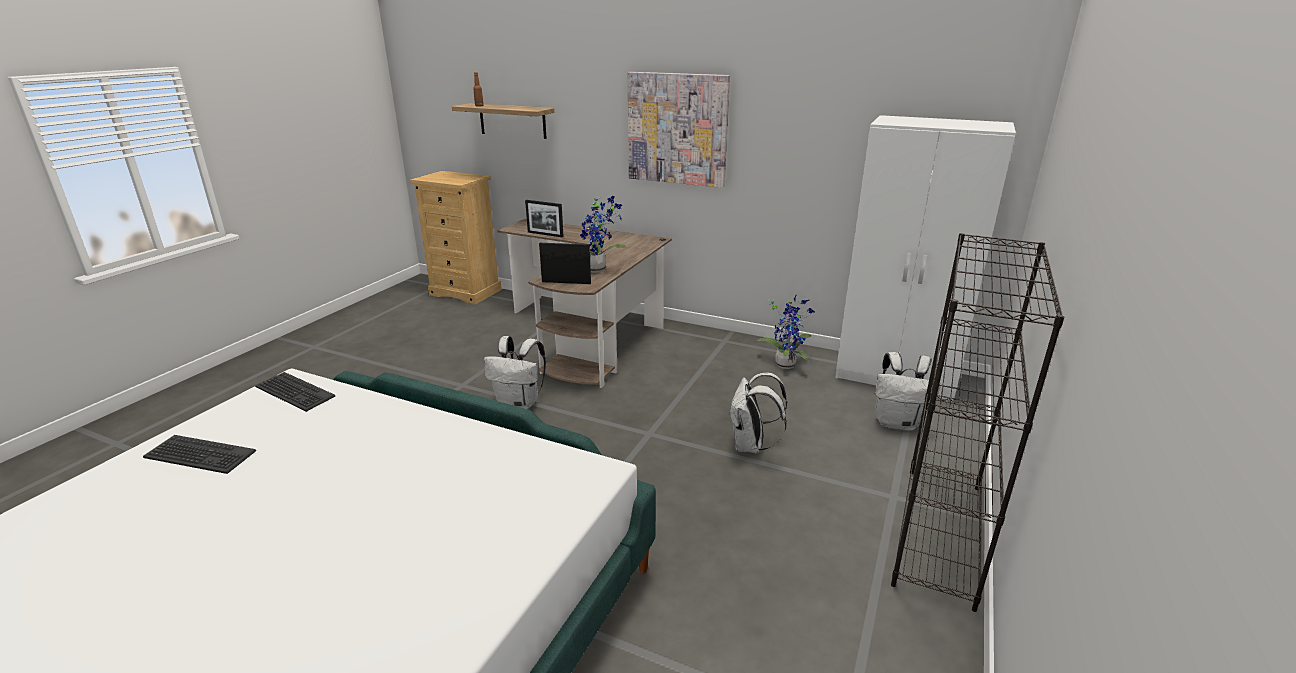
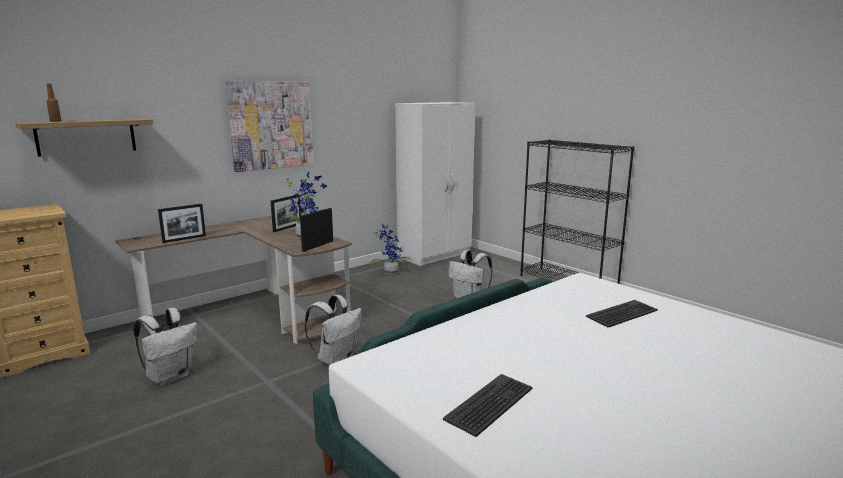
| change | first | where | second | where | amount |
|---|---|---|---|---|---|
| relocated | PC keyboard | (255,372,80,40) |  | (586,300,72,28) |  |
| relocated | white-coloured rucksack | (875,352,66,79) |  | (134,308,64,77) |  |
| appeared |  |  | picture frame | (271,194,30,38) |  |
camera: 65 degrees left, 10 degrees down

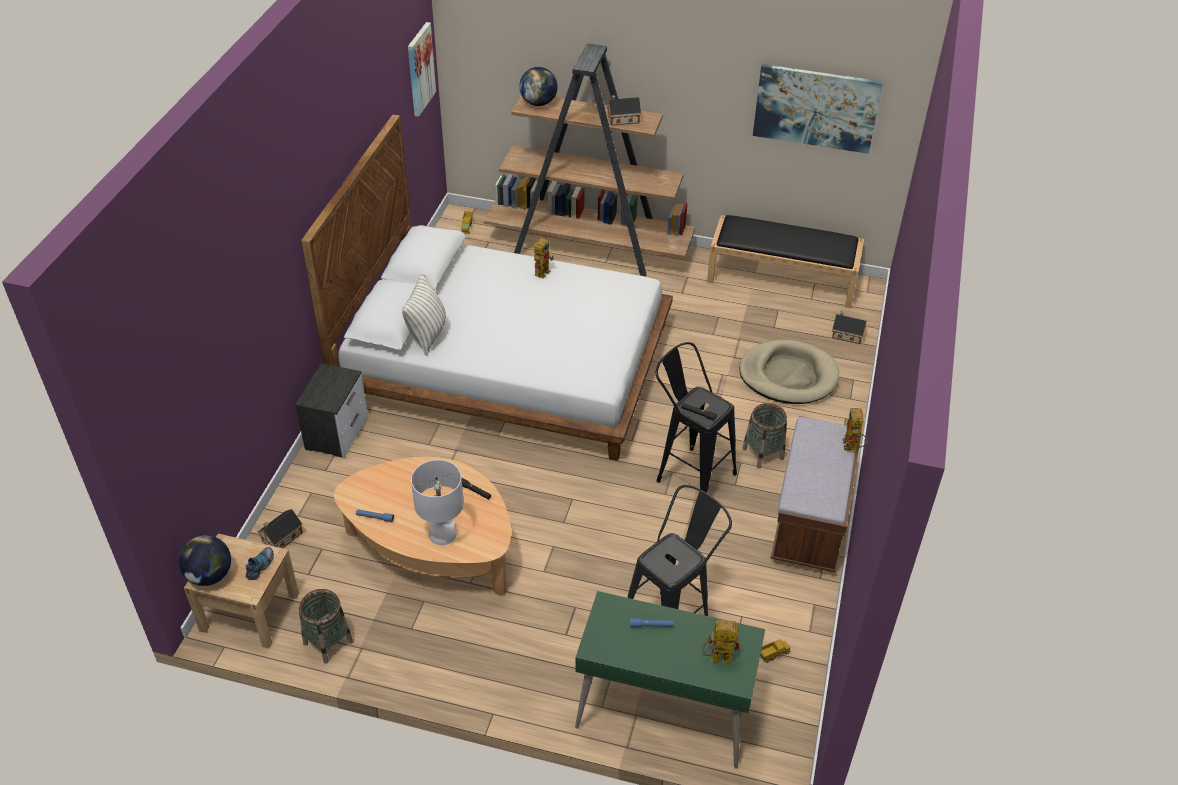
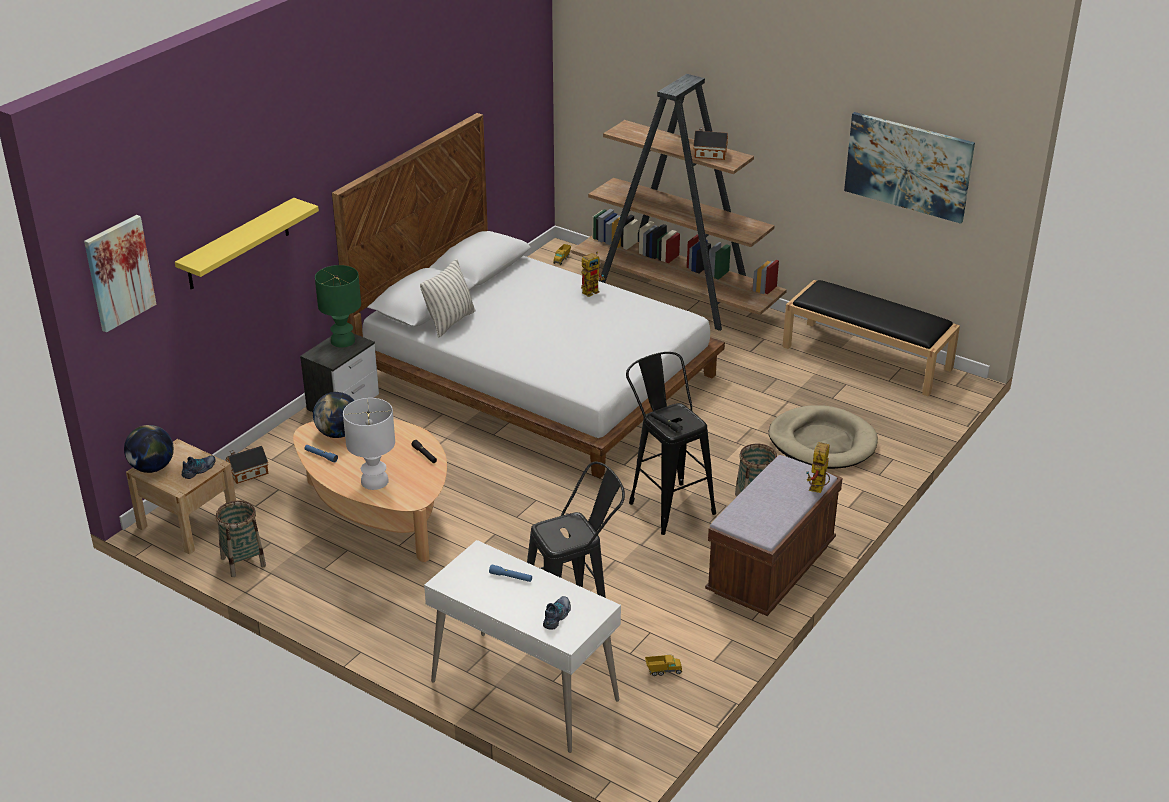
| change | first | where | second | where | amount |
|---|---|---|---|---|---|
| relocated | wall picture | (408,22,28,95) |  | (84,215,73,117) |  |
| relocated | world globe | (519,67,39,39) |  | (313,392,42,46) |  |
| colour | green-coloured desk | (575,591,190,177) | white-coloured desk | (424,540,197,213) |  |
| exchanged | toy robot | (702,620,38,44) | low shoe | (543,596,28,34) |  |
| missing | toy house | (832,311,35,33) |  |  |  |
| appeared |  |  | yellow bracket shelf | (175,198,144,92) |  |
| appeared |  |  | green-coloured table lamp | (315,265,46,82) |  |
camera: 20 degrees right, 10 degrees down

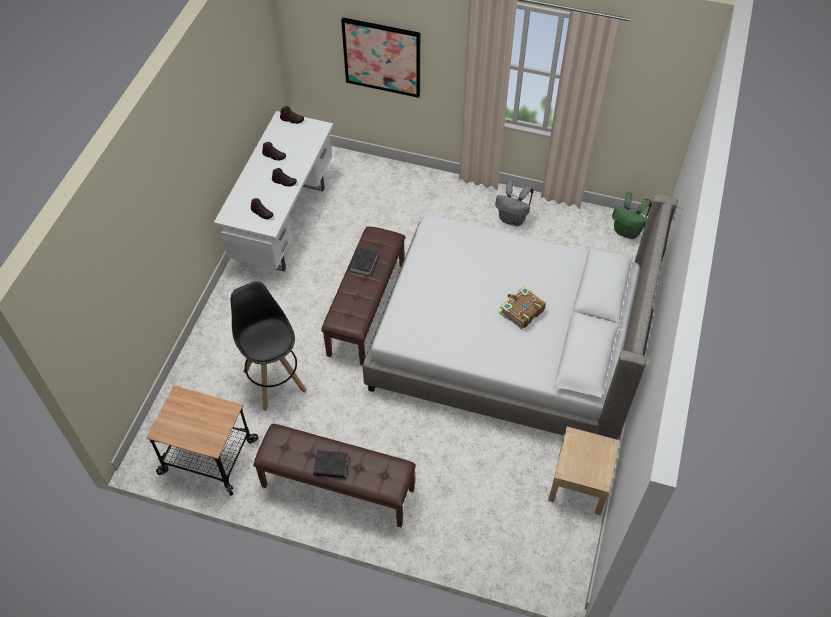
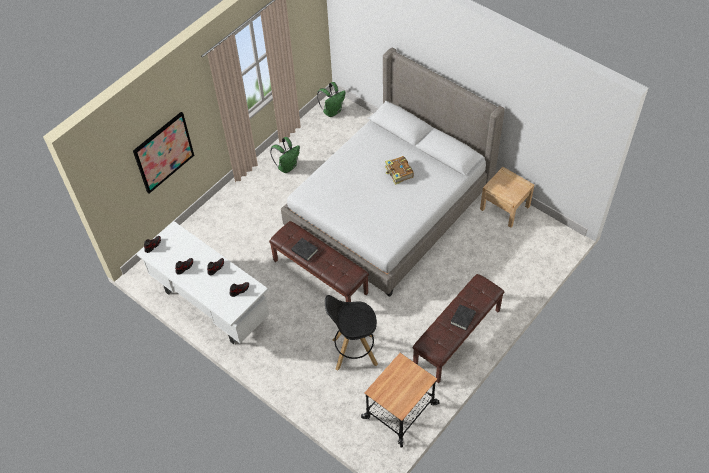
| change | first | where | second | where | amount |
|---|---|---|---|---|---|
| colour | gray rucksack | (495,180,39,46) | green-coloured rucksack | (270,137,30,36) |  |
camera: 65 degrees left, 0 degrees up

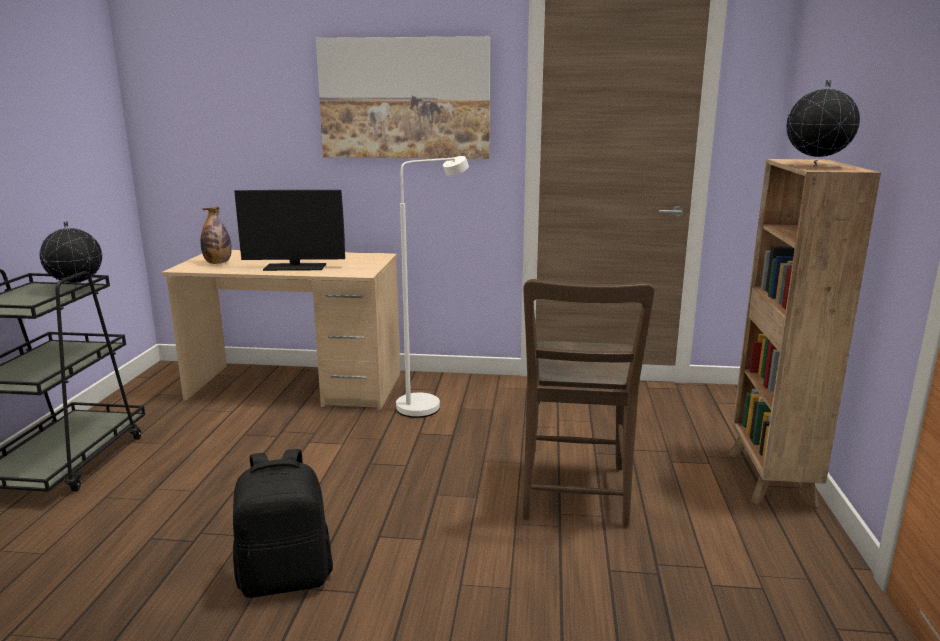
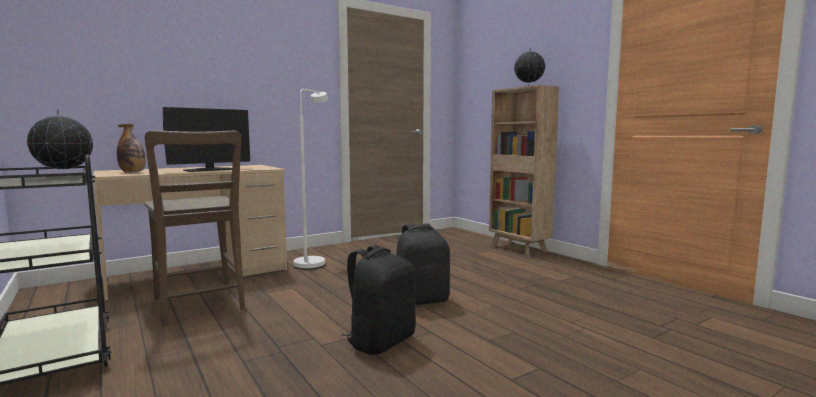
| change | first | where | second | where | amount |
|---|---|---|---|---|---|
| missing | wall picture | (316,36,175,123) |  |  |  |
| relocated | brown-coloured chair | (522,279,132,248) |  | (144,130,101,195) |  |
| appeared |  |  | black rucksack | (396,223,54,82) |  |
camera: 40 degrees left, 10 degrees down

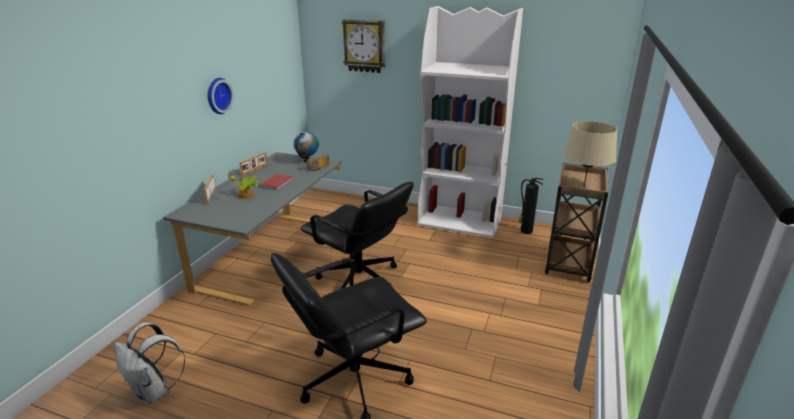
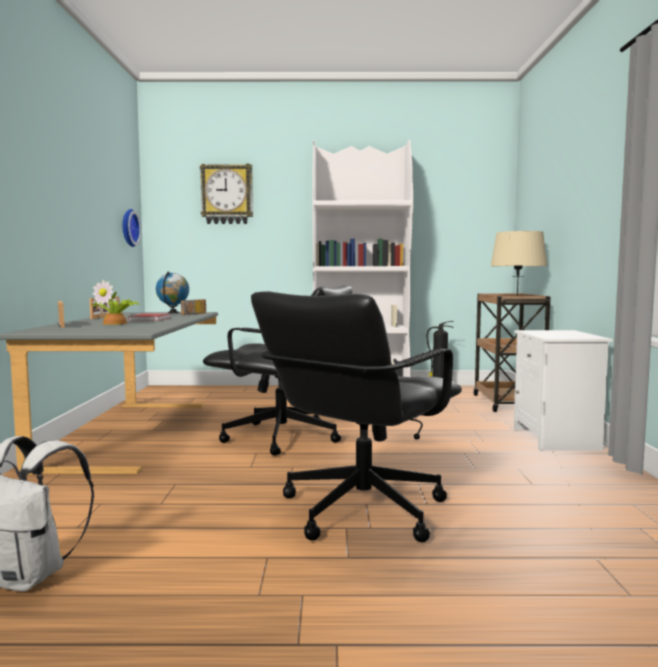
| change | first | where | second | where | amount |
|---|---|---|---|---|---|
| relocated | hanging clock | (207,78,27,36) |  | (123,209,18,38) |  |
| appeared |  |  | white-coloured bedside table | (514,330,99,121) |  |
camera: 20 degrees left, 20 degrees down

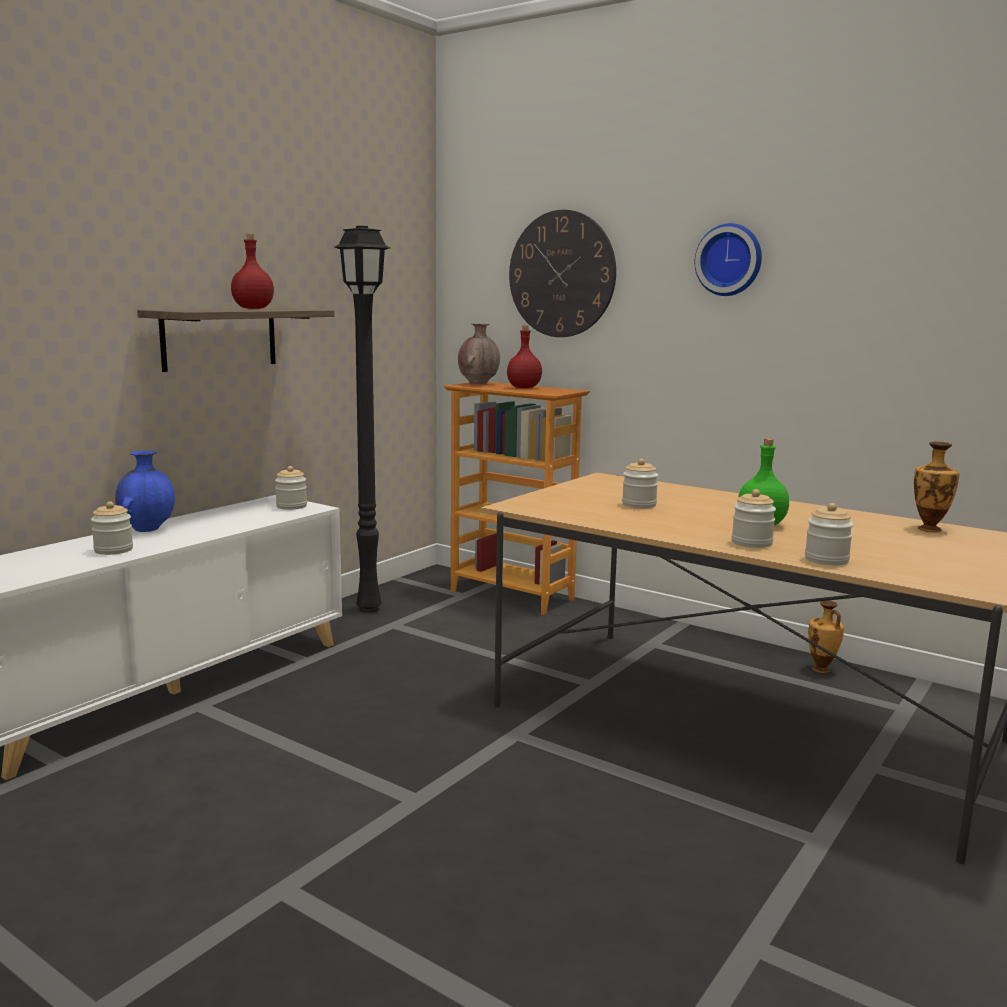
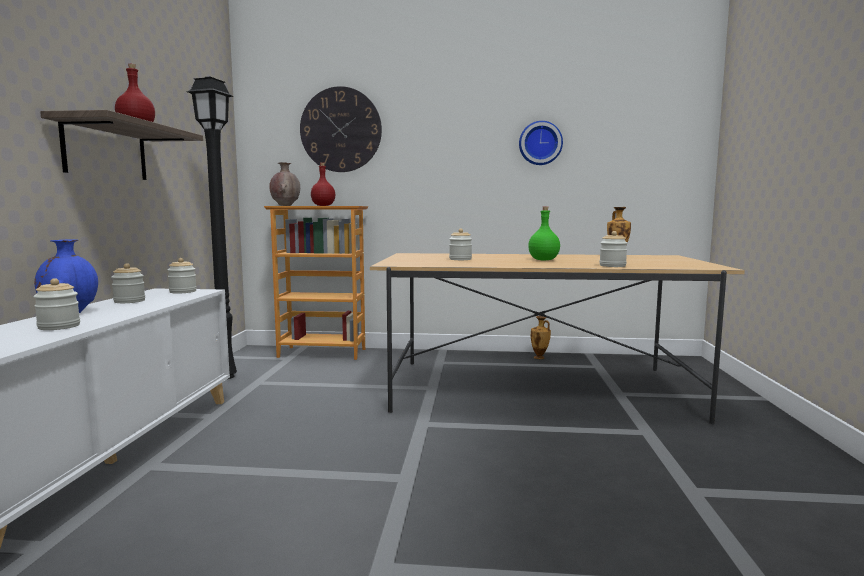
| change | first | where | second | where | amount |
|---|---|---|---|---|---|
| relocated | hanging clock | (695,223,67,73) |  | (519,121,44,44) |  |
| relocated | jar | (732,489,44,59) |  | (111,263,34,40) |  |
camera: 30 degrees left, 5 degrees down

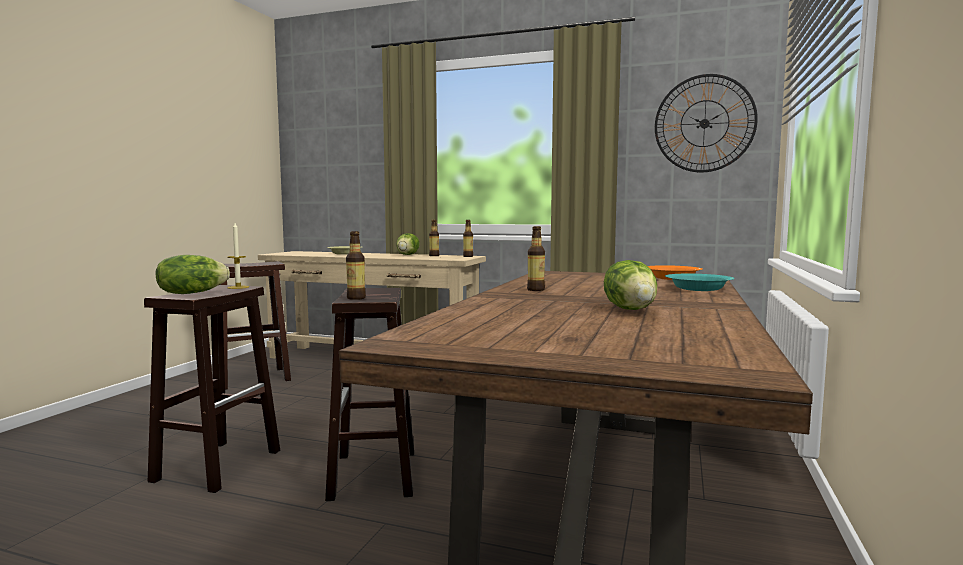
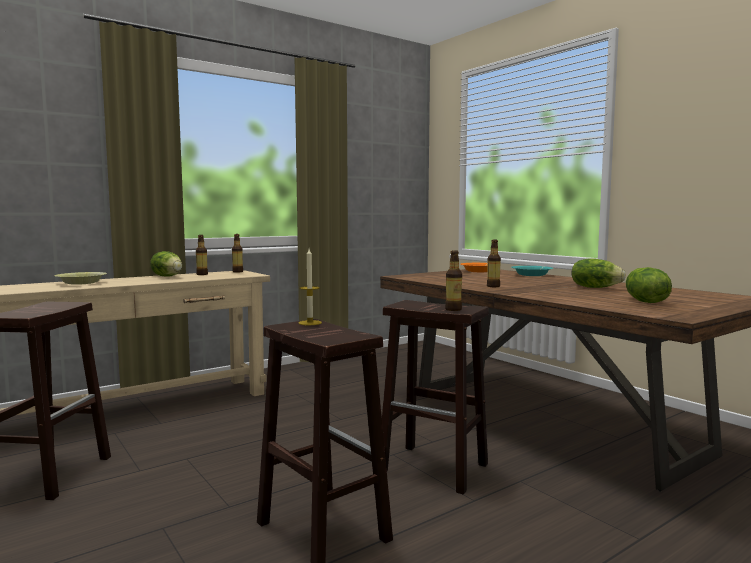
| change | first | where | second | where | amount |
|---|---|---|---|---|---|
| relocated | lettuce head | (156,255,74,39) |  | (626,267,46,36) |  |
| missing | hanging clock | (655,74,103,99) |  |  |  |
camera: 55 degrees left, 0 degrees up

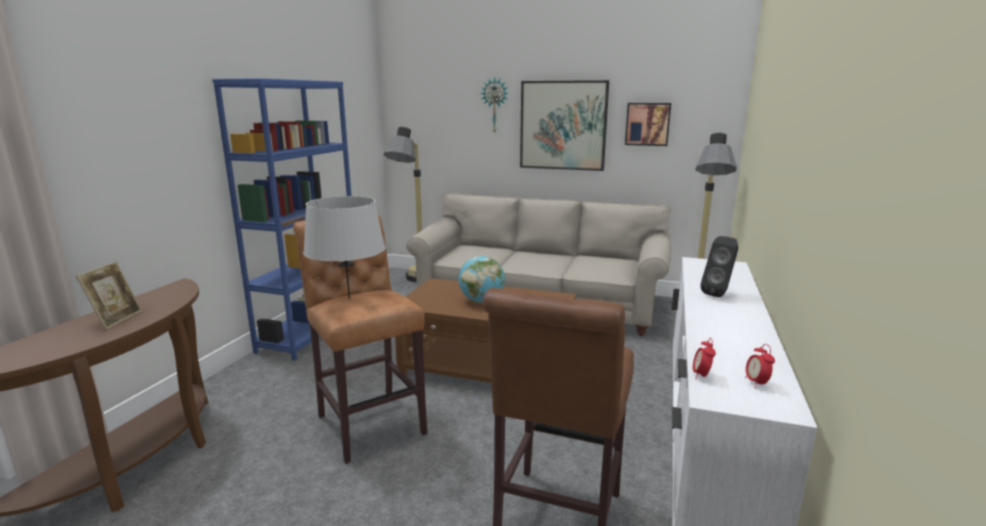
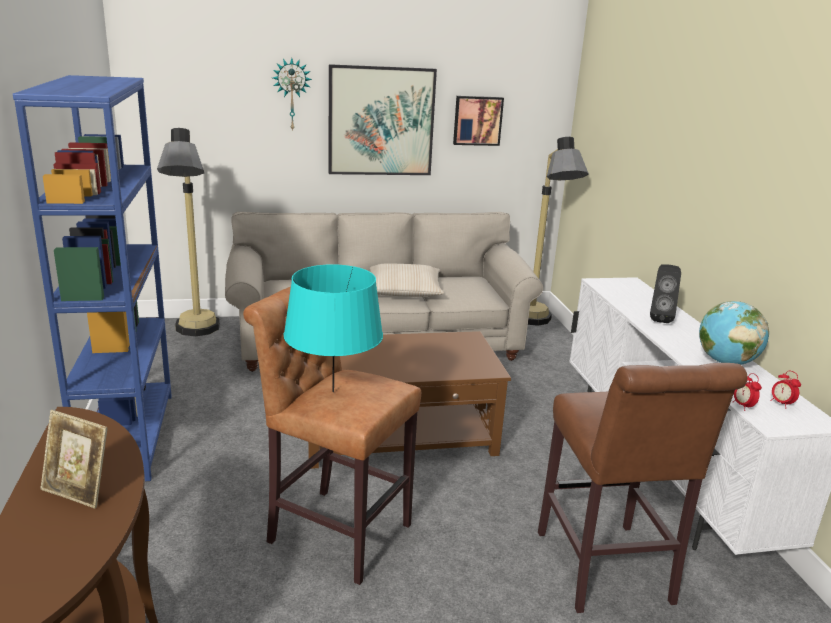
| change | first | where | second | where | amount |
|---|---|---|---|---|---|
| spun | picture frame | (76,261,66,69) |  | (40,410,68,98) | 135 degrees clockwise |
| colour | gray table lamp | (303,196,83,103) | blue-green table lamp | (283,264,100,128) |  |
| relocated | world globe | (459,256,46,47) |  | (699,301,70,64) |  |
| appeared |  |  | beige-coloured throw pillow | (370,263,74,34) |  |
camera: 30 degrees left, 5 degrees up

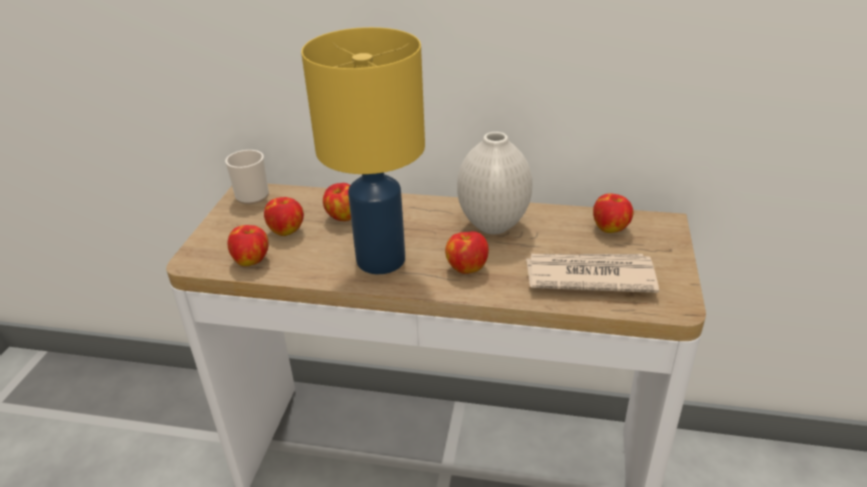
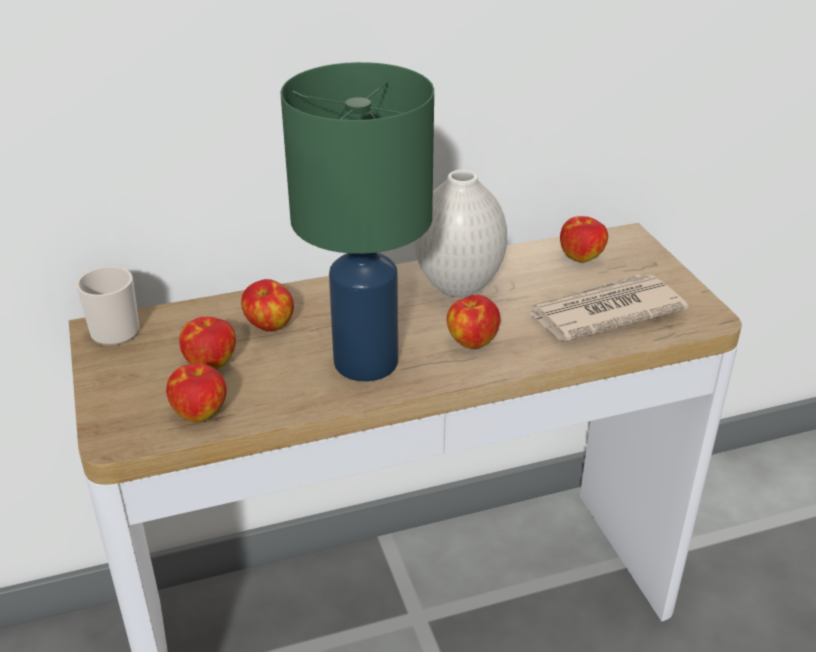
| change | first | where | second | where | amount |
|---|---|---|---|---|---|
| colour | yellow table lamp | (301,27,124,247) | green-coloured table lamp | (281,62,153,319) |  |
camera: 30 degrees left, 0 degrees up

